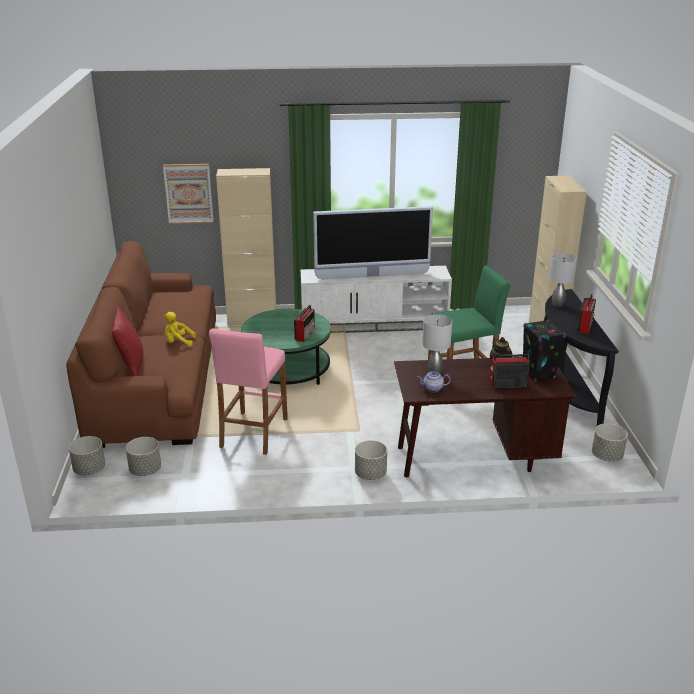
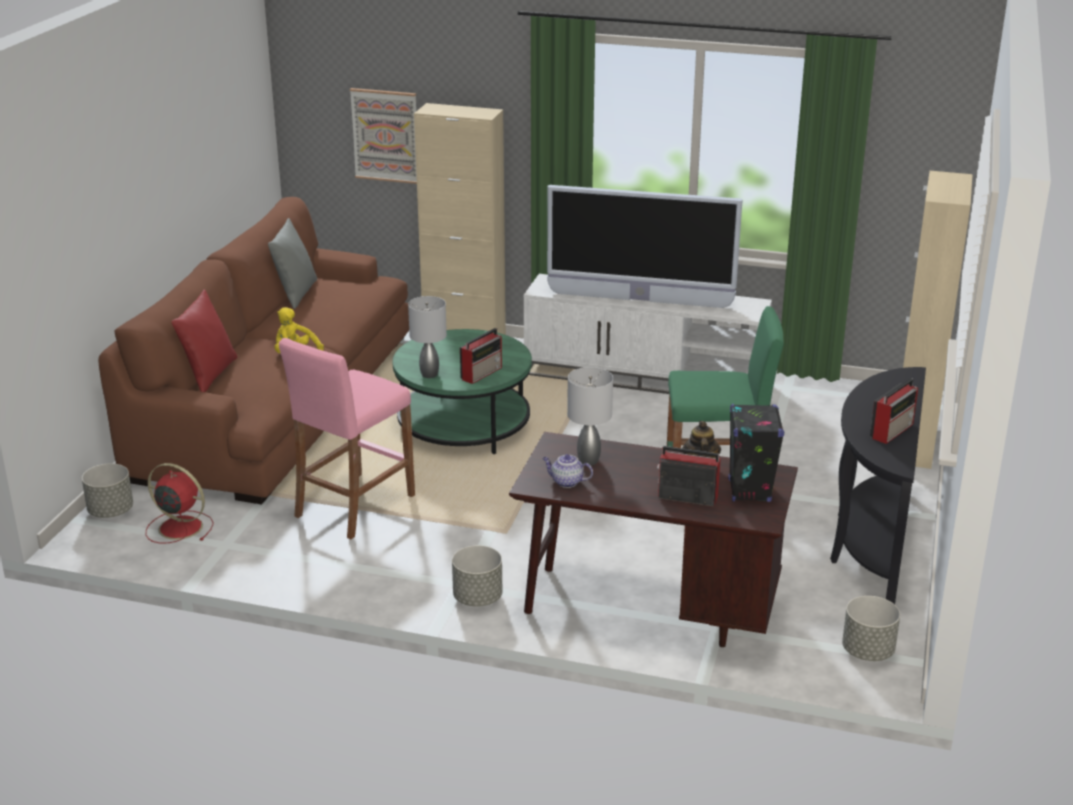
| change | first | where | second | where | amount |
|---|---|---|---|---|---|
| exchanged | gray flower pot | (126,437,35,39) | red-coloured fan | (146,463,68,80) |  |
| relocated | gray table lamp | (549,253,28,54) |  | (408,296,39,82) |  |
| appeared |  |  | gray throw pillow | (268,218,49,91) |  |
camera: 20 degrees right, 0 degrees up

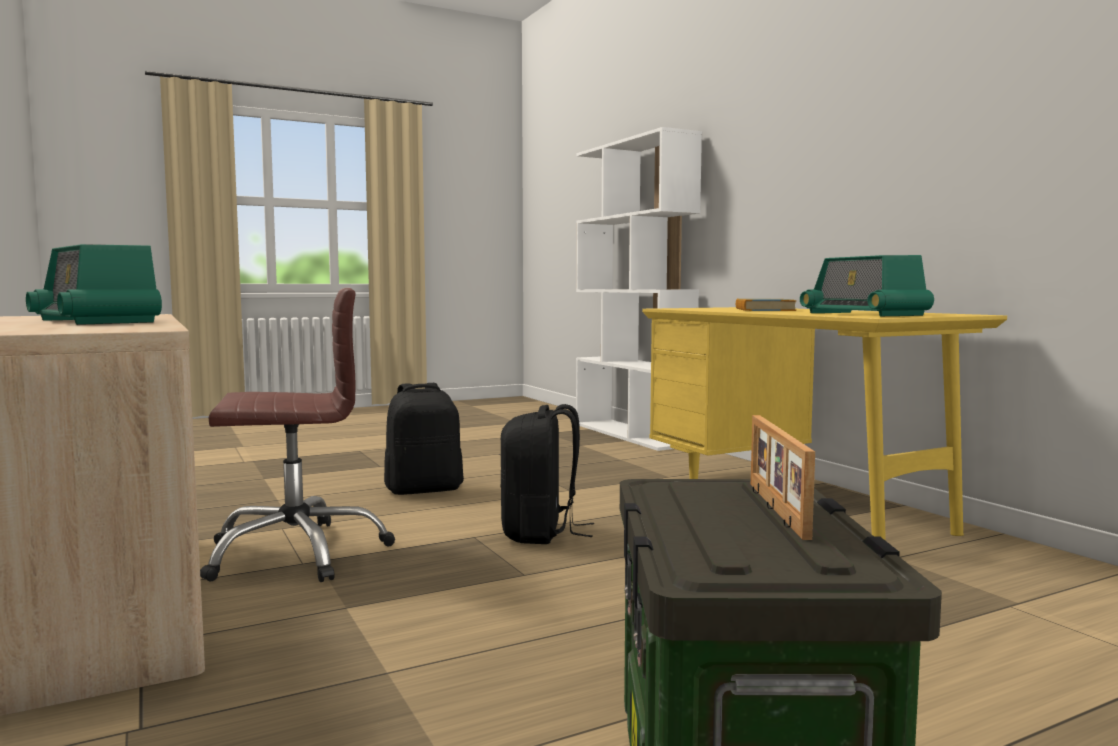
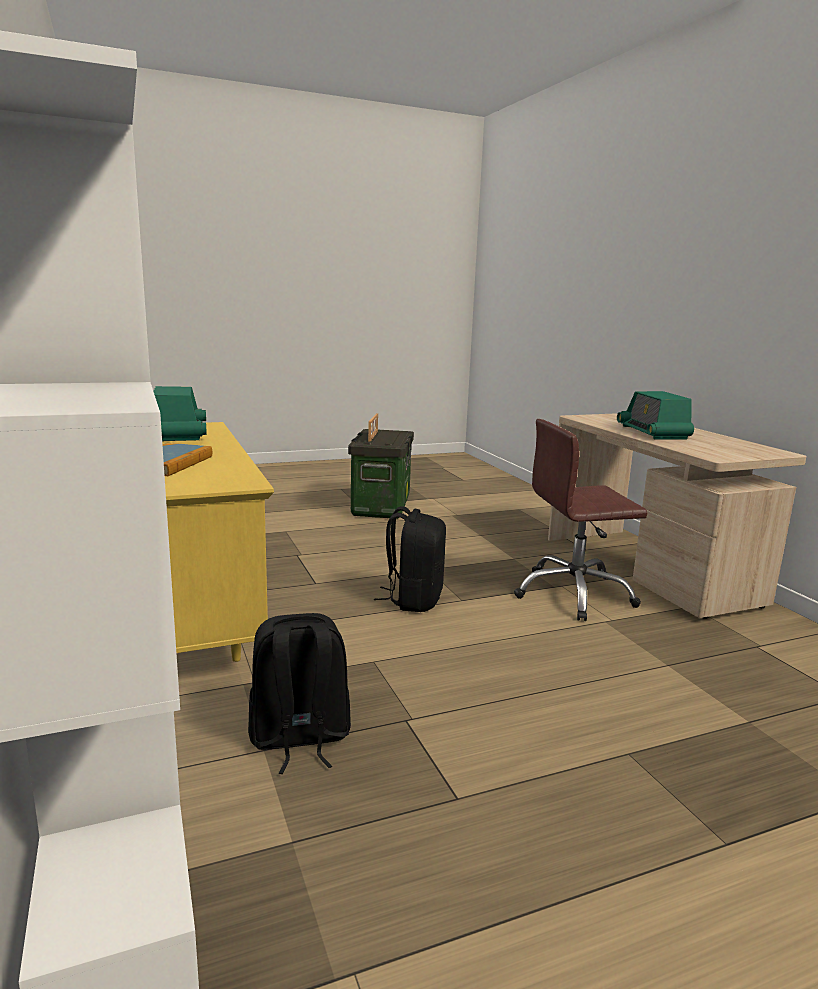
| change | first | where | second | where | amount |
|---|---|---|---|---|---|
| spun | radio set | (26,244,136,81) |  | (617,391,77,49) | 150 degrees counterclockwise |
| relocated | black rucksack | (384,383,80,112) |  | (248,613,103,161) |  |
camera: 175 degrees left, 10 degrees up

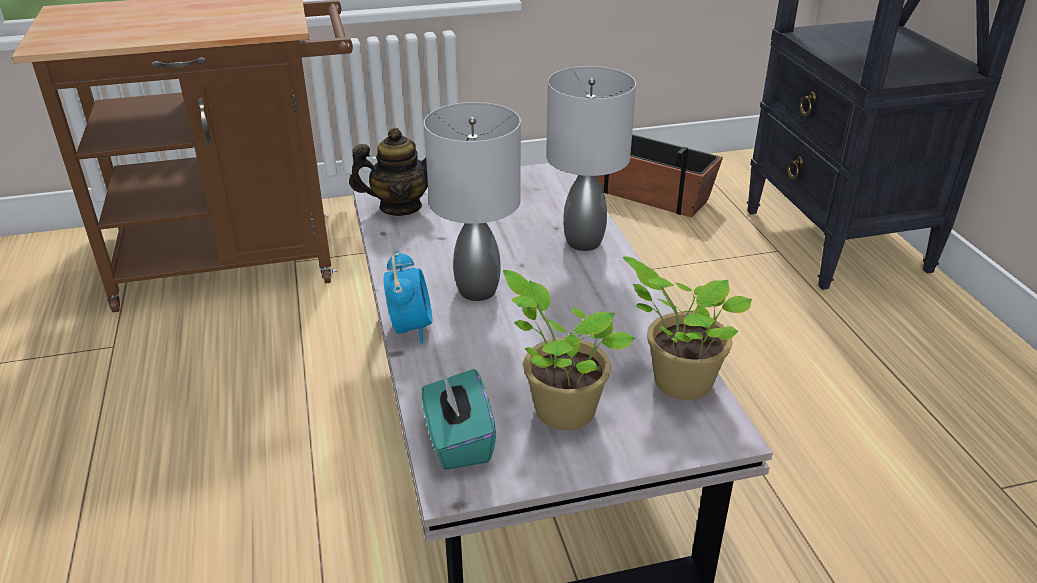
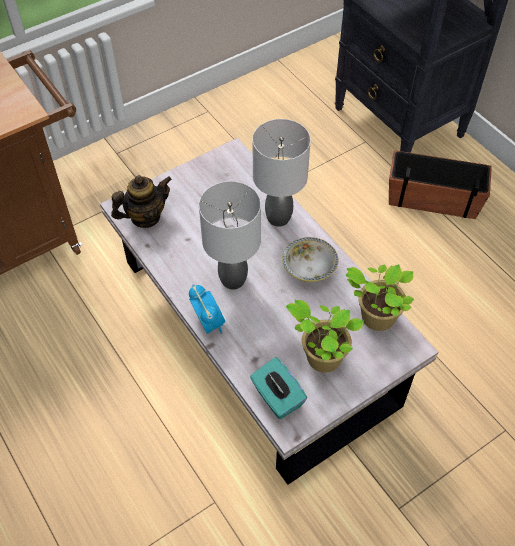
| change | first | where | second | where | amount |
|---|---|---|---|---|---|
| relocated | flower pot | (597,134,126,84) |  | (389,150,103,69) |  |
| appeared |  |  | bowl | (282,237,57,45) |  |
camera: 20 degrees left, 20 degrees up

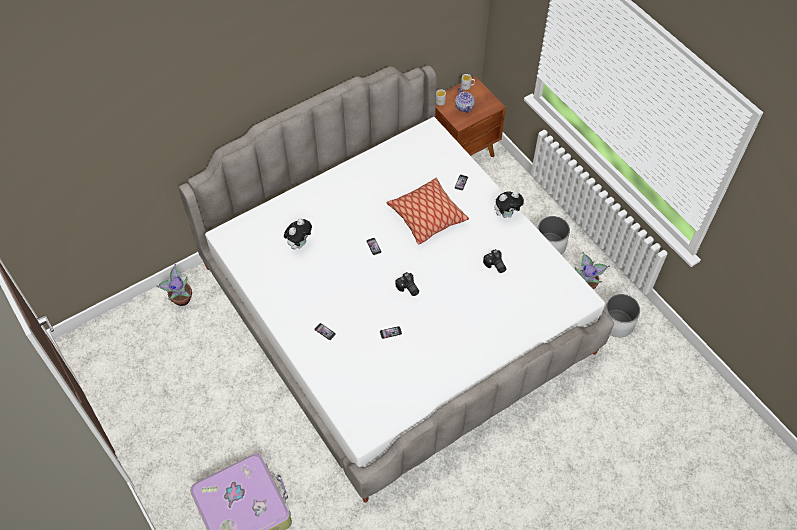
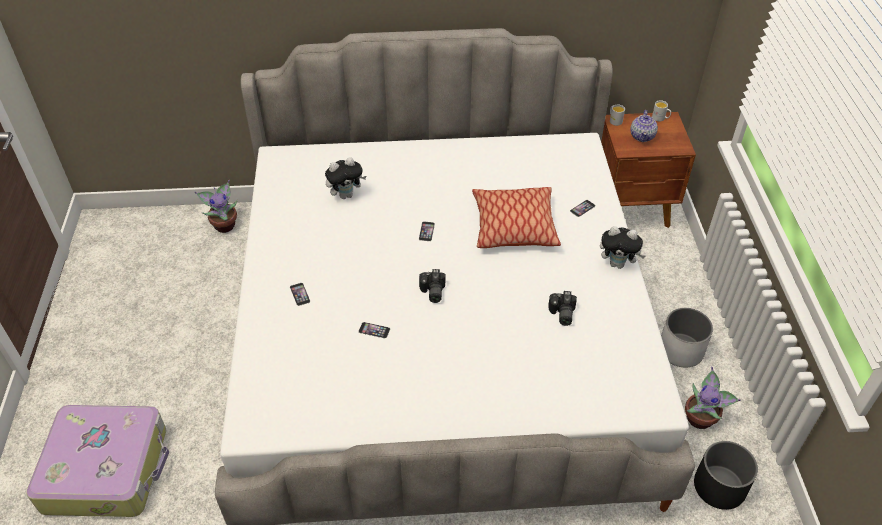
| change | first | where | second | where | amount |
|---|---|---|---|---|---|
| colour | white-coloured flower pot | (604,294,36,43) | black flower pot | (694,441,64,69) |  |
camera: 30 degrees right, 10 degrees down

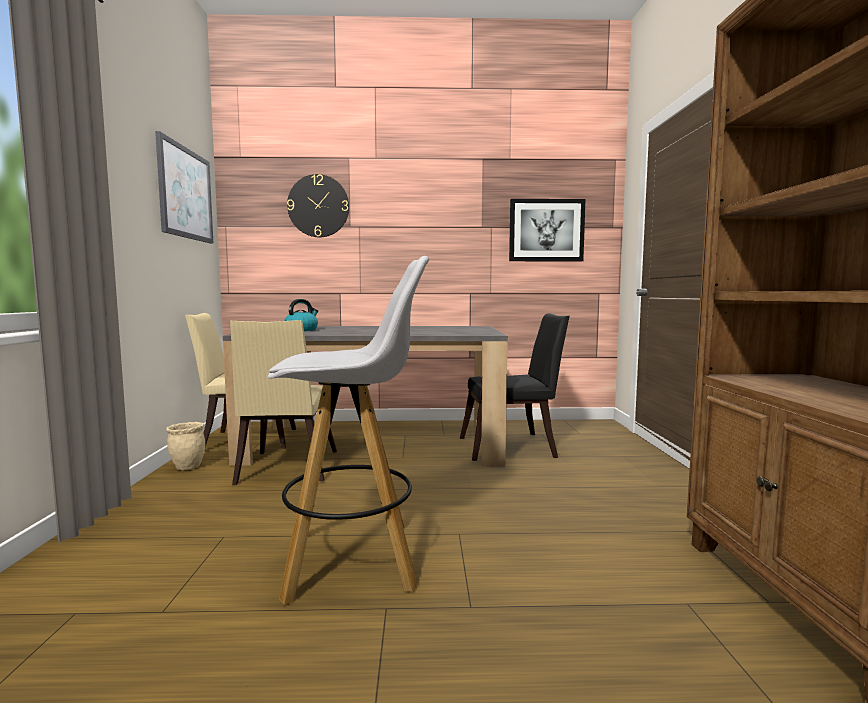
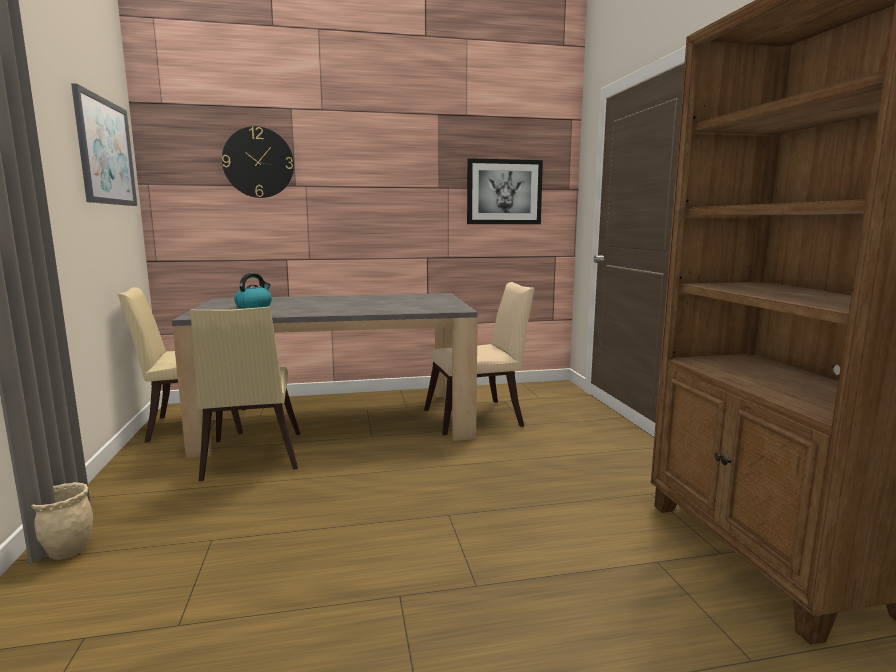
| change | first | where | second | where | amount |
|---|---|---|---|---|---|
| relocated | beige-coloured flower pot | (166,422,39,49) |  | (31,482,62,78) |  |
| missing | white-coloured sitting stool | (268,256,161,349) |  |  |  |
| colour | black chair | (460,313,110,148) | beige-coloured chair | (424,282,111,153) |  |
camera: 10 degrees left, 5 degrees up

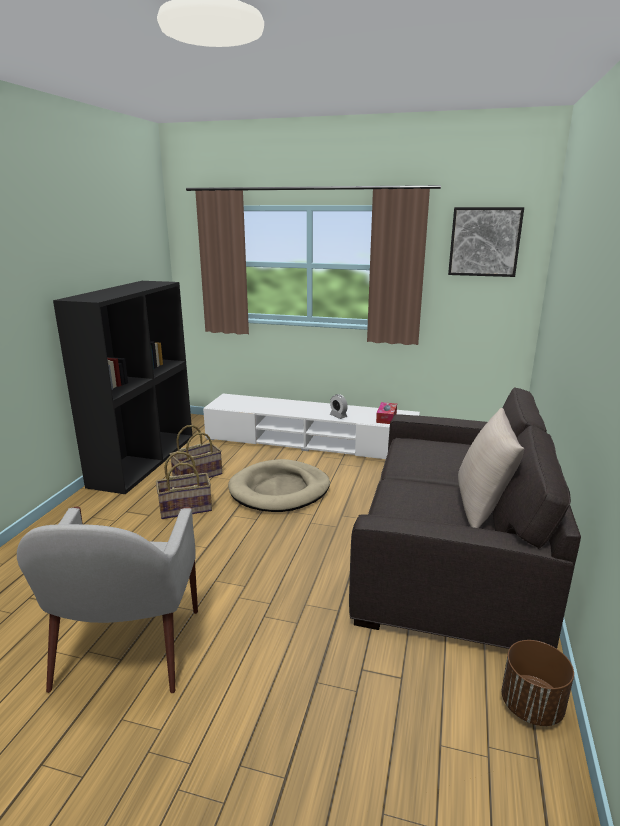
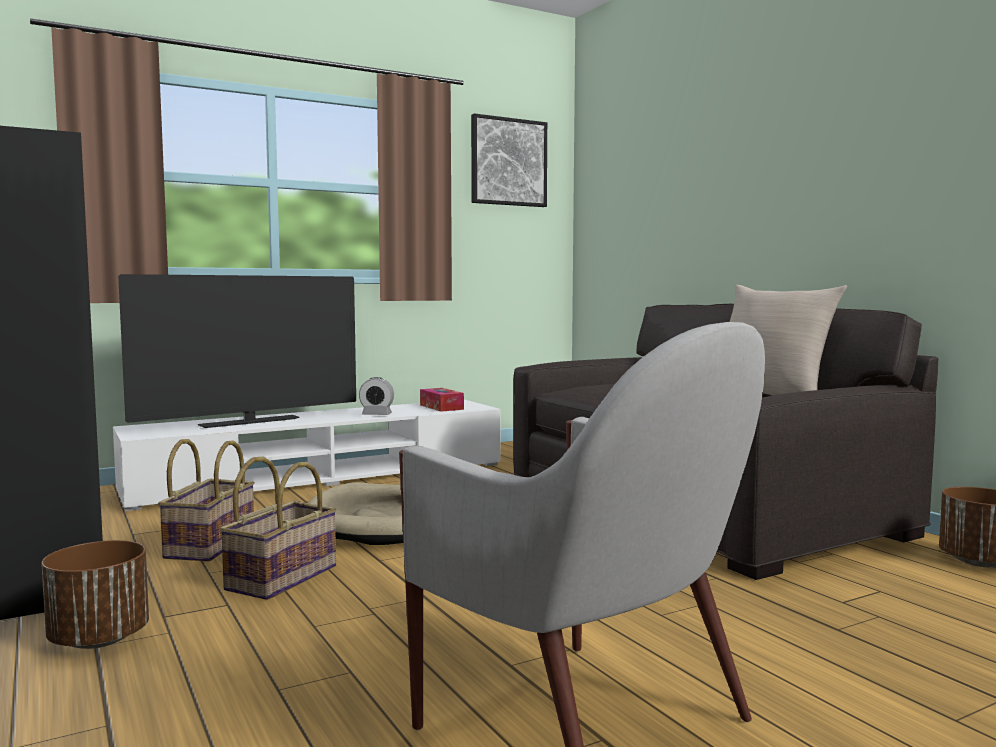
| change | first | where | second | where | amount |
|---|---|---|---|---|---|
| appeared |  |  | brown-coloured flower pot | (41,540,108,109) |  |
| appeared |  |  | television | (118,274,238,154) |  |
camera: 45 degrees left, 15 degrees down

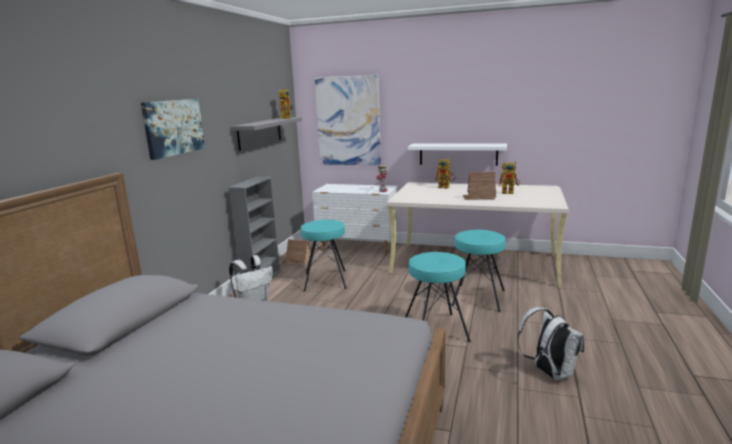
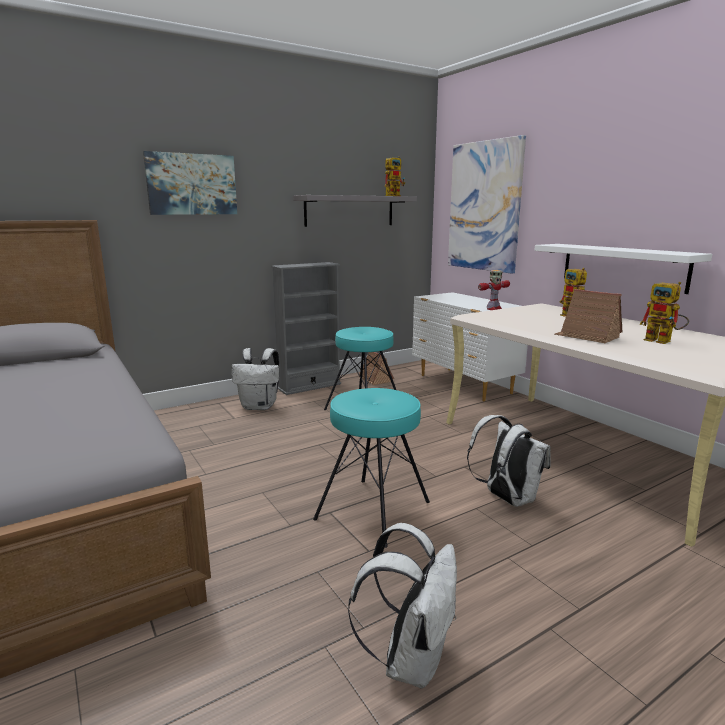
| change | first | where | second | where | amount |
|---|---|---|---|---|---|
| exchanged | blue-green sitting stool | (451,230,55,82) | white-coloured rucksack | (467,415,84,92) |  |
camera: 40 degrees right, 0 degrees up

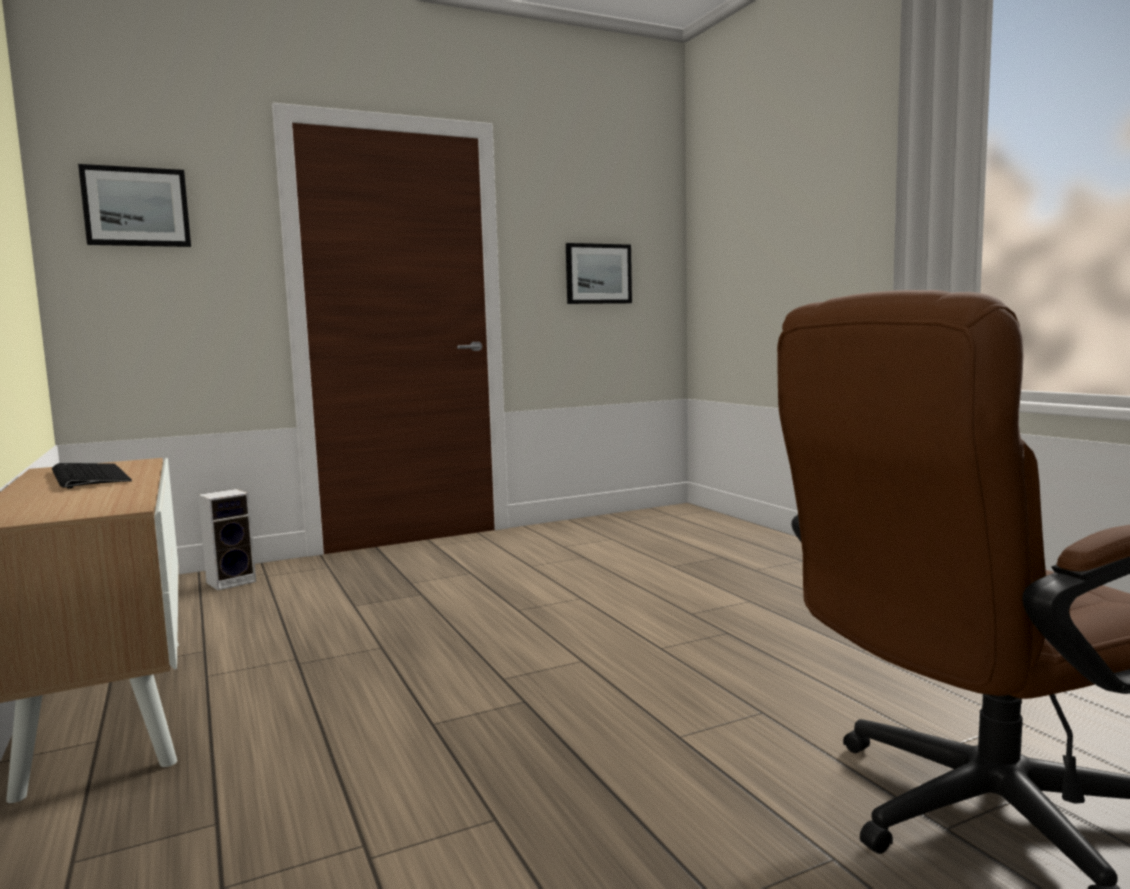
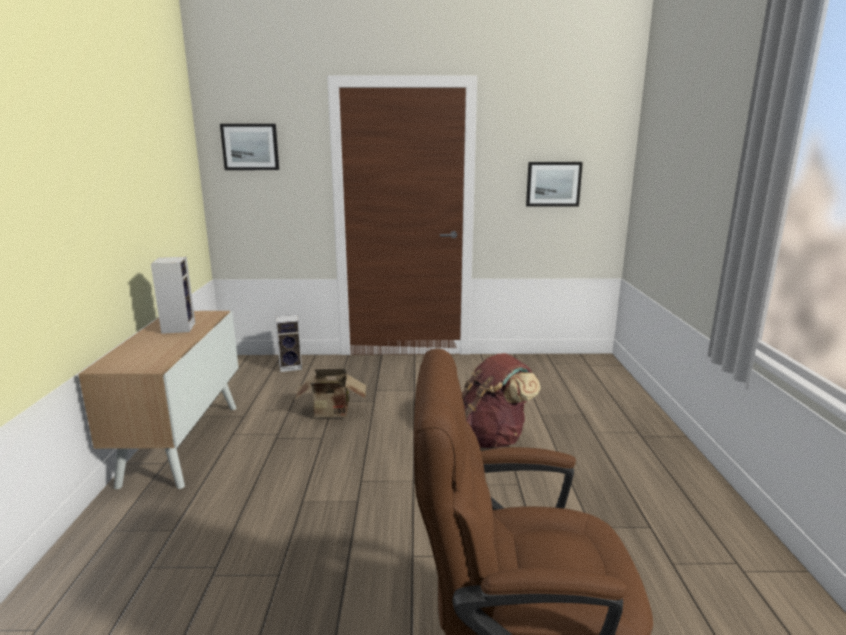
| change | first | where | second | where | amount |
|---|---|---|---|---|---|
| exchanged | PC keyboard | (52,463,80,25) | speaker | (151,257,44,77) |  |
| appeared |  |  | carton | (295,369,71,49) |  |
| appeared |  |  | brown-coloured rucksack | (462,353,79,95) |  |
camera: 25 degrees right, 10 degrees up

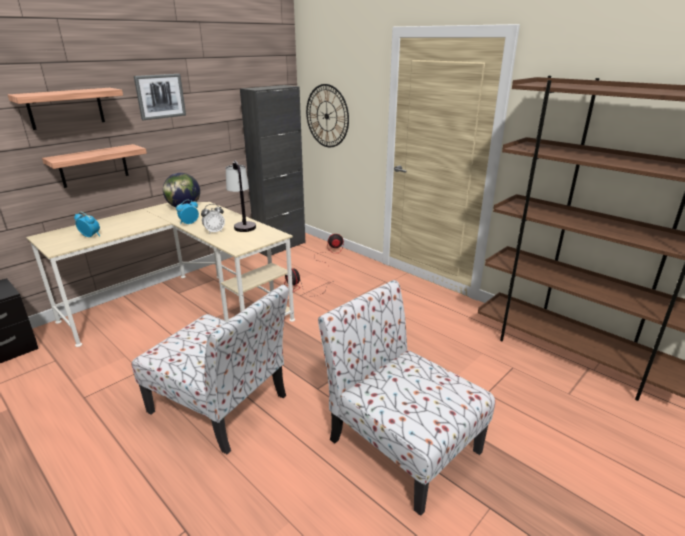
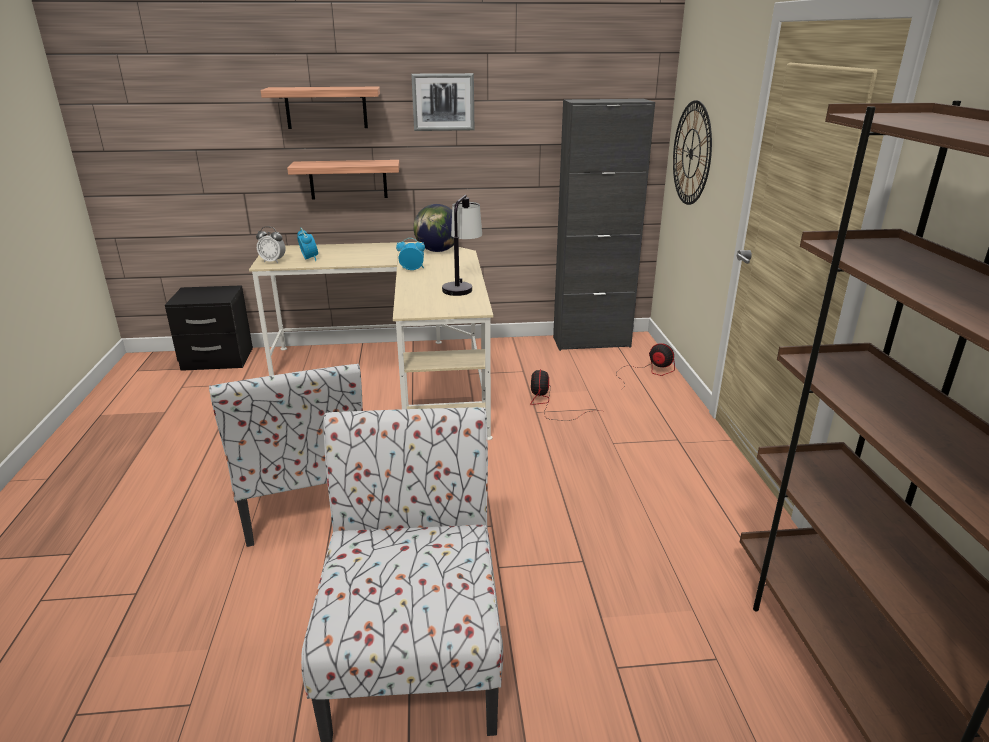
| change | first | where | second | where | amount |
|---|---|---|---|---|---|
| relocated | table clock | (201,204,24,30) |  | (256,226,30,37) |  |
camera: 40 degrees right, 0 degrees up

